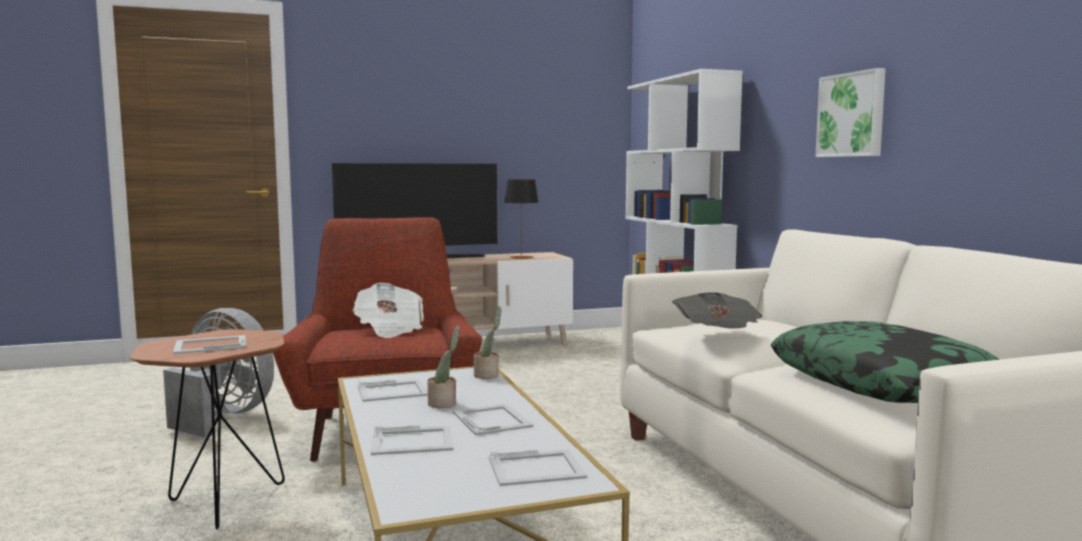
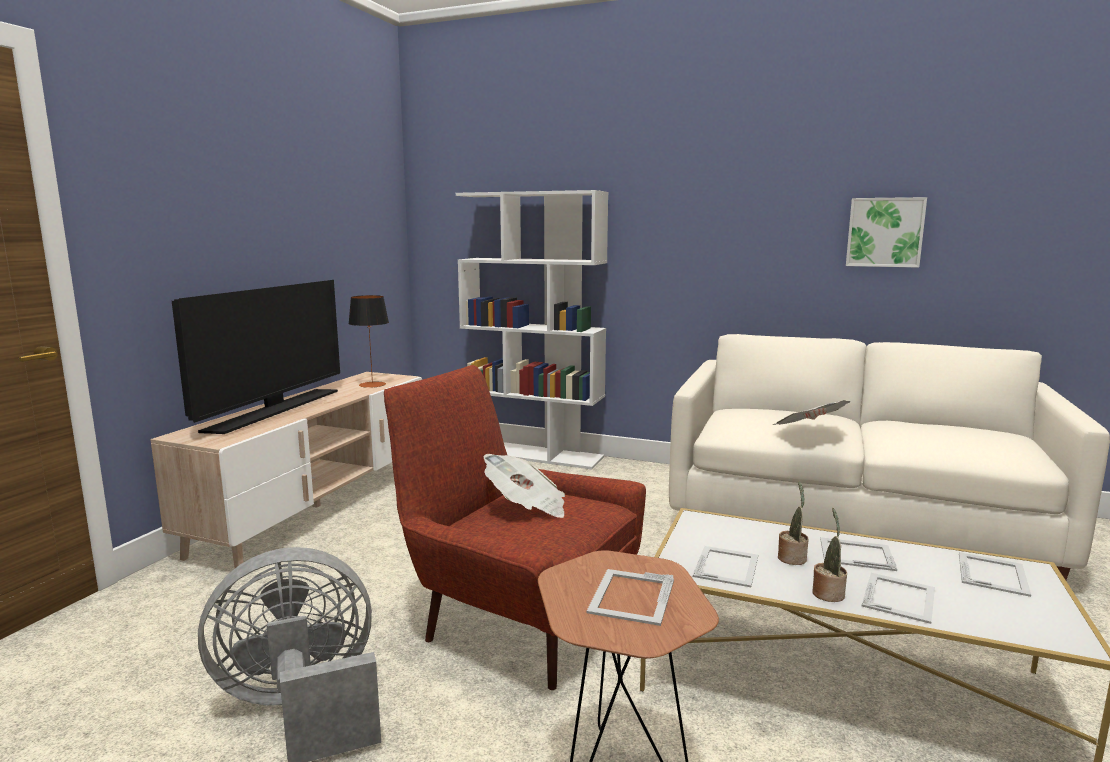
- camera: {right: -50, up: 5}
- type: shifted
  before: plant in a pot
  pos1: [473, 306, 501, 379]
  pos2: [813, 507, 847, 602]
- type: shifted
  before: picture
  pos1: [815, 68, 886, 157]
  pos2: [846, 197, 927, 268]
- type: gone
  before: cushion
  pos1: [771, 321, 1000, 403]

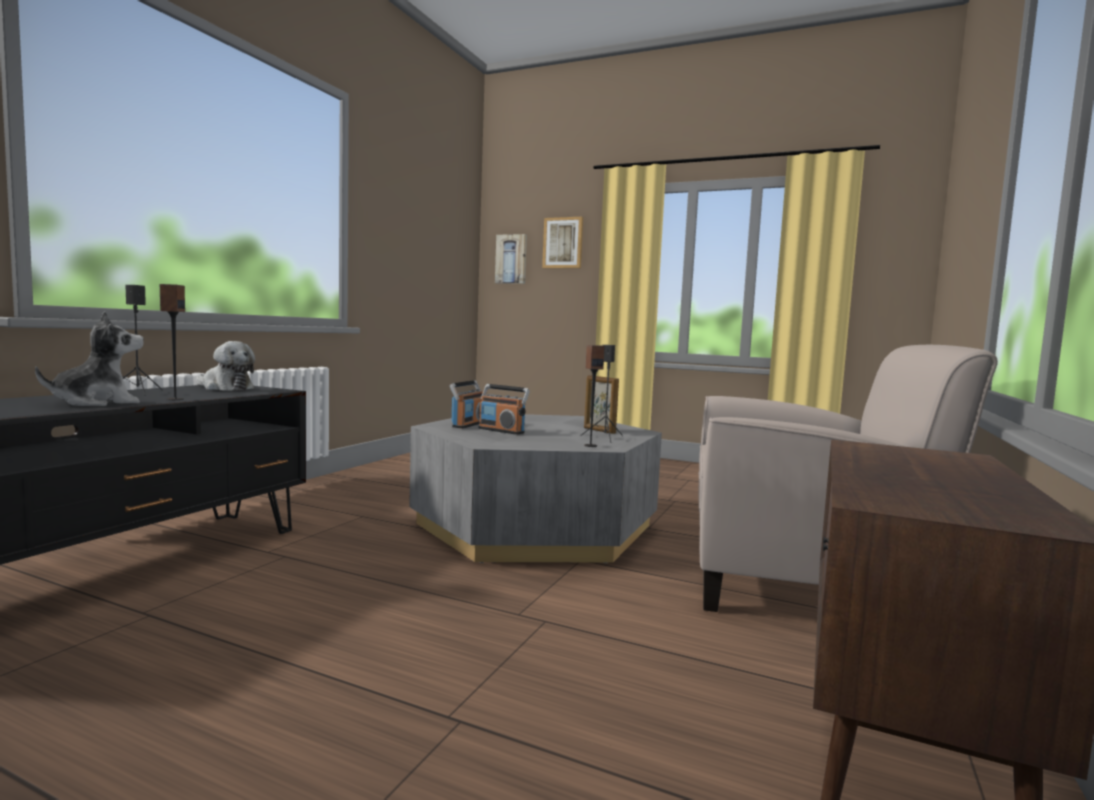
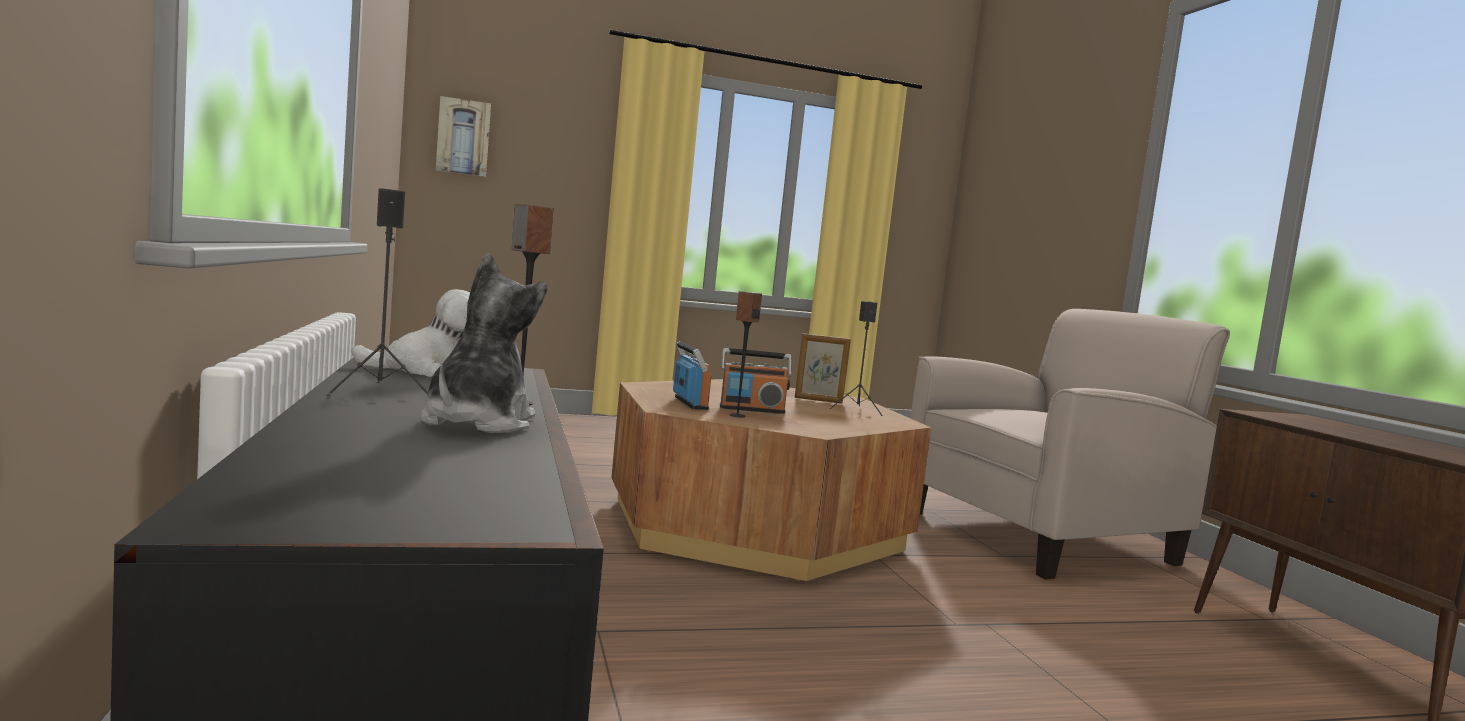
- camera: {right: -40, up: 0}
- type: repainted
  before: grey coffee table
  after: brown coffee table
  pos1: [409, 414, 662, 563]
  pos2: [611, 379, 931, 581]
- type: shifted
  before: audio speaker
  pos1: [584, 345, 605, 447]
  pos2: [730, 291, 762, 417]
- type: gone
  before: picture
  pos1: [542, 217, 583, 268]

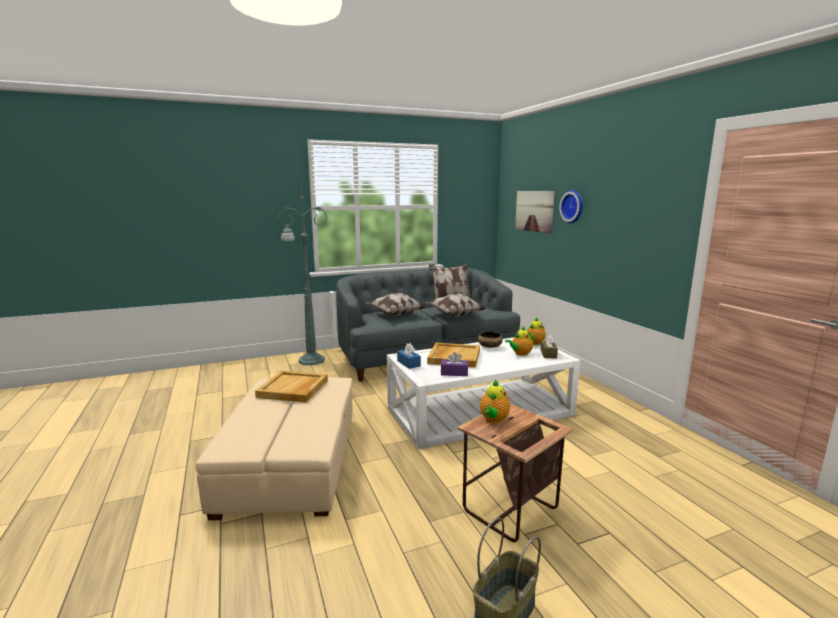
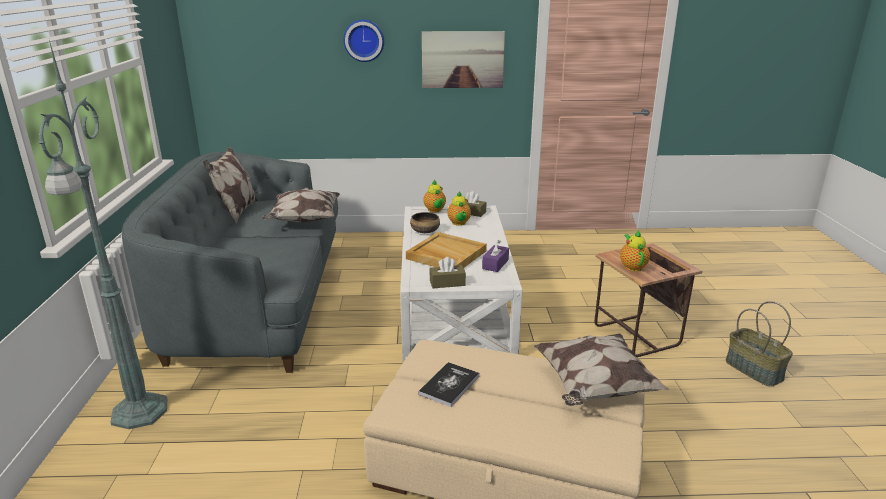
- camera: {right: -70, up: 10}
- type: swapped
  before: beige tray
  after: book
  pos1: [255, 371, 328, 403]
  pos2: [418, 362, 479, 407]
- type: shifted
  before: picture
  pos1: [515, 191, 555, 234]
  pos2: [422, 31, 505, 88]
- type: repainted
  before: bluish tissue holder
  after: brown tissue holder
  pos1: [397, 343, 421, 369]
  pos2: [429, 257, 466, 288]
- type: shifted
  before: cushion
  pos1: [365, 293, 426, 316]
  pos2: [534, 334, 670, 406]
- type: rotated
  before: pot for tea
  pos1: [480, 380, 510, 423]
  pos2: [620, 230, 650, 272]
  turn: -135

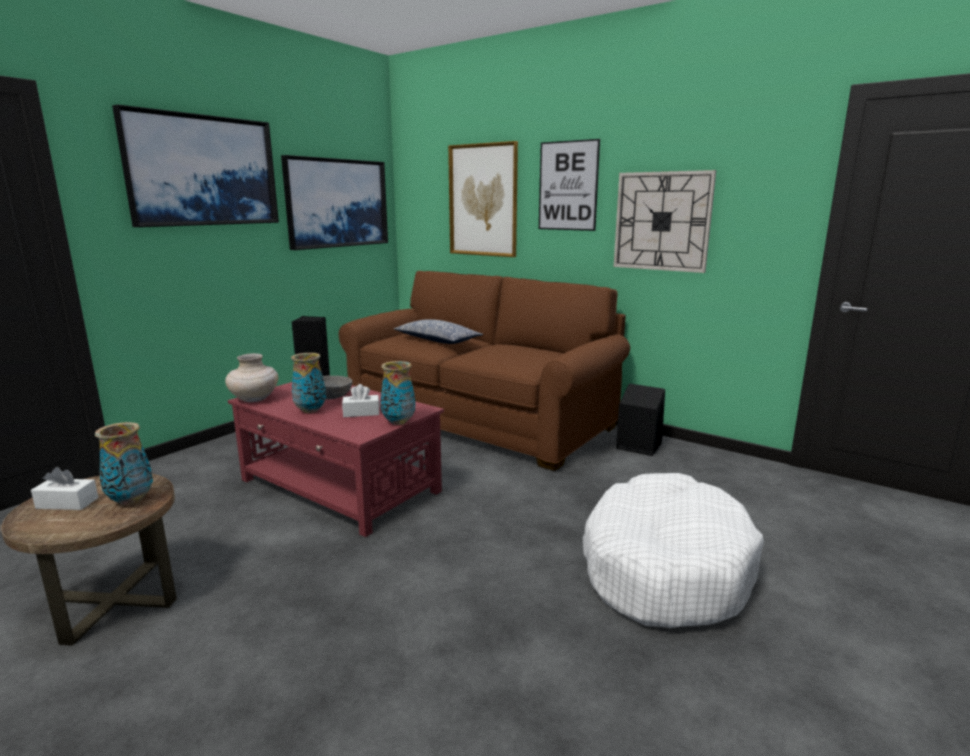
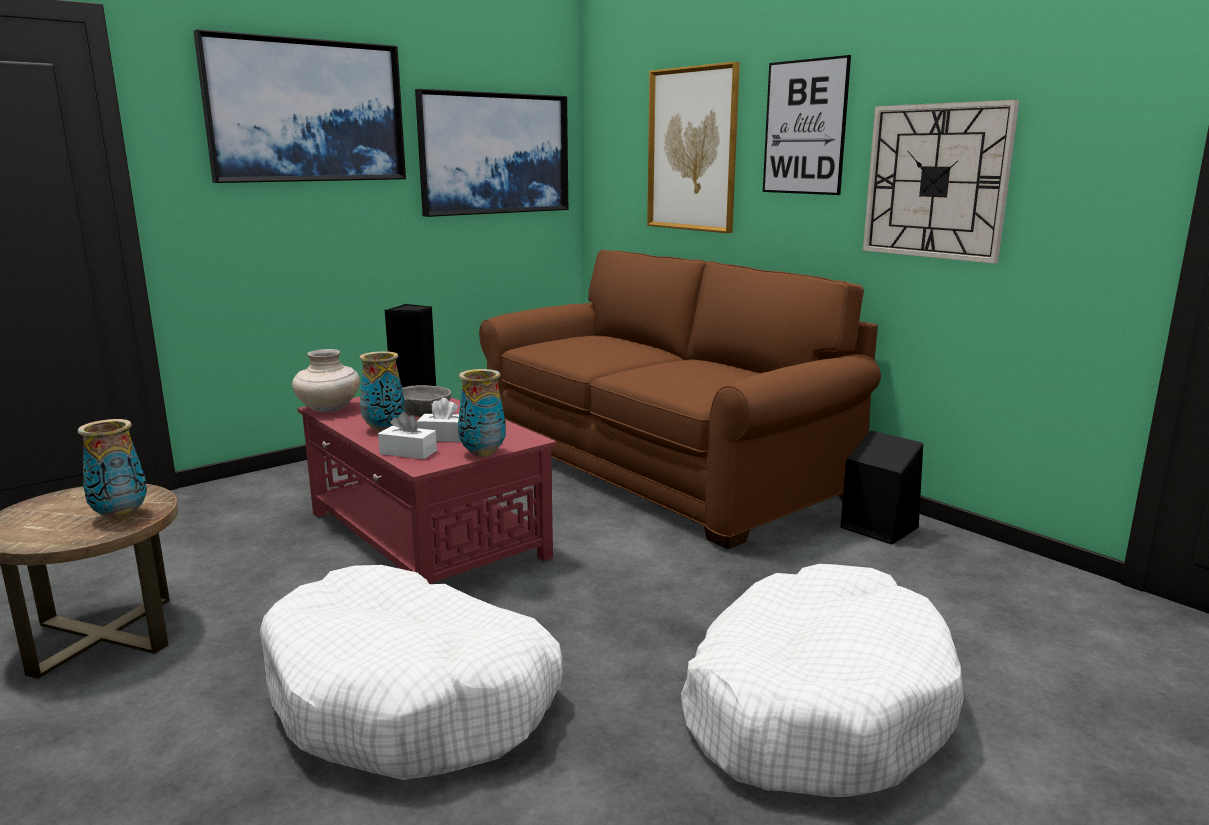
- camera: {right: 15, up: 0}
- type: new
  after: whitish dog cushion
  pos2: [260, 565, 562, 780]
- type: shifted
  before: whitish tissue holder
  pos1: [31, 467, 99, 510]
  pos2: [378, 412, 437, 459]
- type: gone
  before: cushion
  pos1: [394, 319, 483, 344]

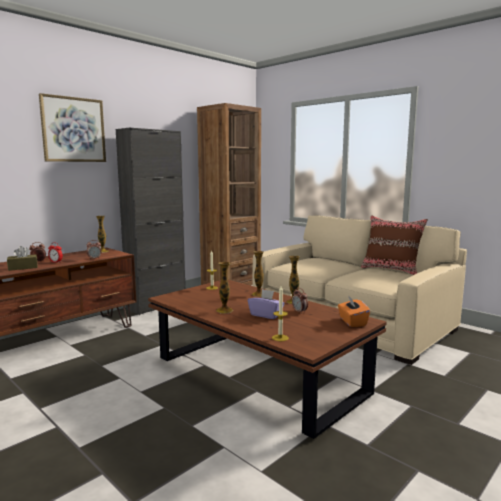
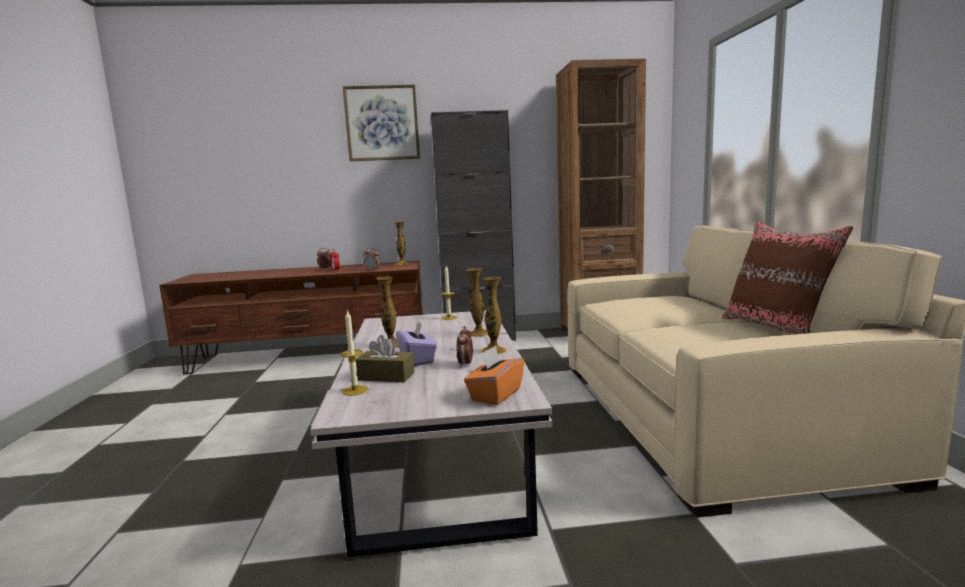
- camera: {right: 40, up: 0}
- type: repainted
  before: brown coffee table
  after: whitish coffee table
  pos1: [148, 280, 387, 439]
  pos2: [310, 310, 552, 557]
- type: shifted
  before: brown tissue holder
  pos1: [7, 246, 38, 271]
  pos2: [356, 335, 415, 382]

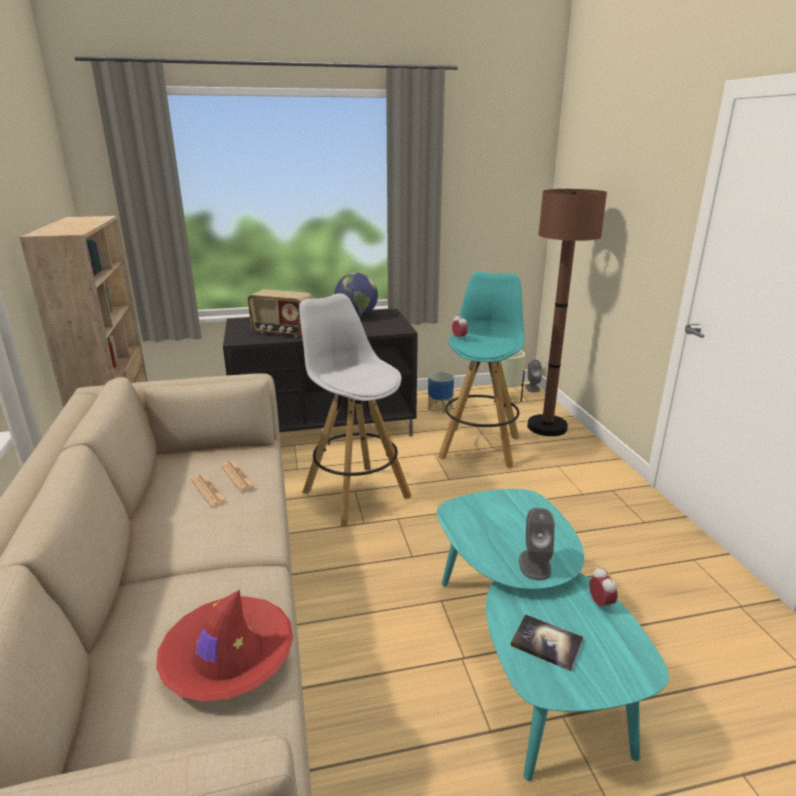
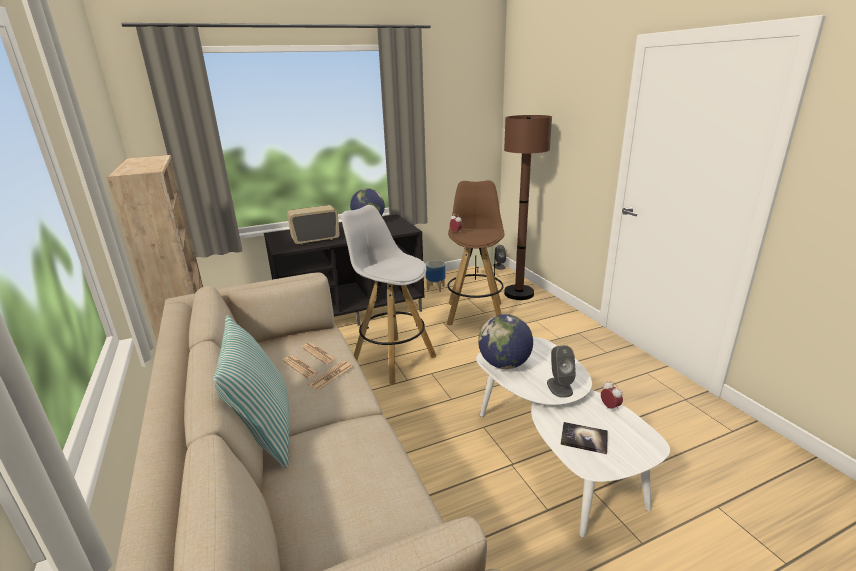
- camera: {right: -10, up: 0}
- type: new
  after: cushion
  pos2: [213, 315, 290, 469]
- type: rotated
  before: radio receiver
  pos1: [248, 289, 312, 337]
  pos2: [287, 205, 340, 245]
  turn: 150
- type: new
  after: daily paper
  pos2: [308, 361, 352, 391]
- type: repainted
  before: turquoise-coloured stool
  after: brown stool
  pos1: [438, 271, 524, 468]
  pos2: [446, 180, 505, 326]
- type: repainted
  before: turquoise-coloured coffee table
  after: whitish coffee table
  pos1: [437, 489, 669, 781]
  pos2: [476, 337, 670, 538]
- type: new
  after: globe
  pos2: [478, 314, 533, 369]
- type: gone
  before: red clothing hat
  pos1: [156, 589, 293, 702]

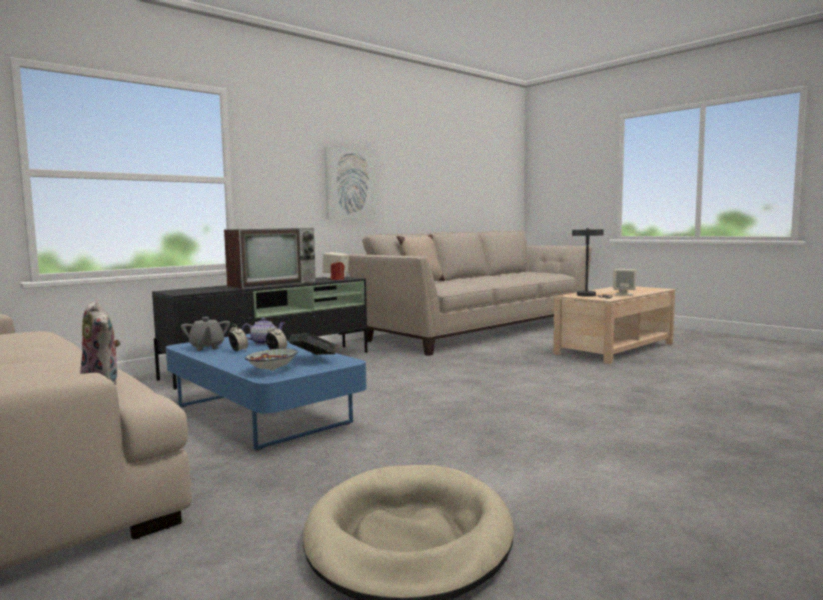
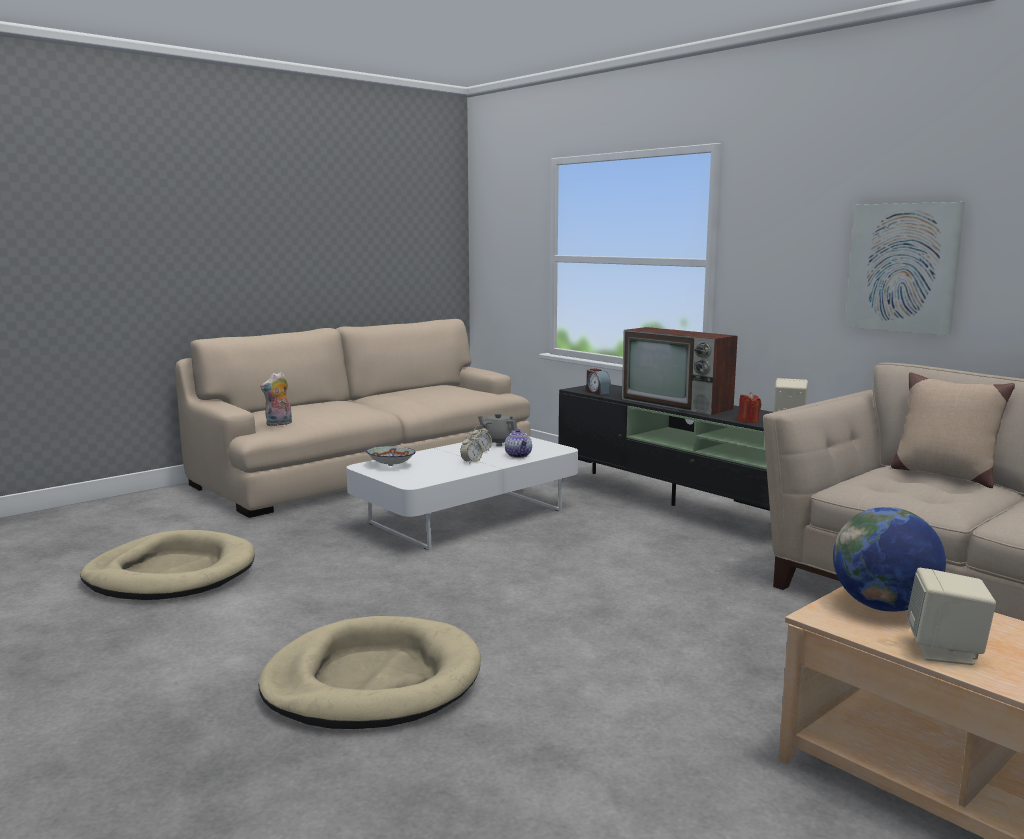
- camera: {right: 90, up: 5}
- type: new
  after: beige dog cushion
  pos2: [259, 616, 481, 729]
- type: repainted
  before: bluish coffee table
  after: whitish coffee table
  pos1: [166, 334, 367, 450]
  pos2: [346, 437, 578, 550]
- type: rotated
  before: grey pot for tea
  pos1: [181, 317, 230, 351]
  pos2: [478, 413, 517, 446]
  turn: 60
- type: new
  after: table clock
  pos2: [587, 368, 611, 395]
- type: swapped
  before: grey table lamp
  after: globe
  pos1: [572, 228, 612, 299]
  pos2: [833, 507, 946, 612]
- type: gone
  before: book
  pos1: [289, 333, 338, 355]

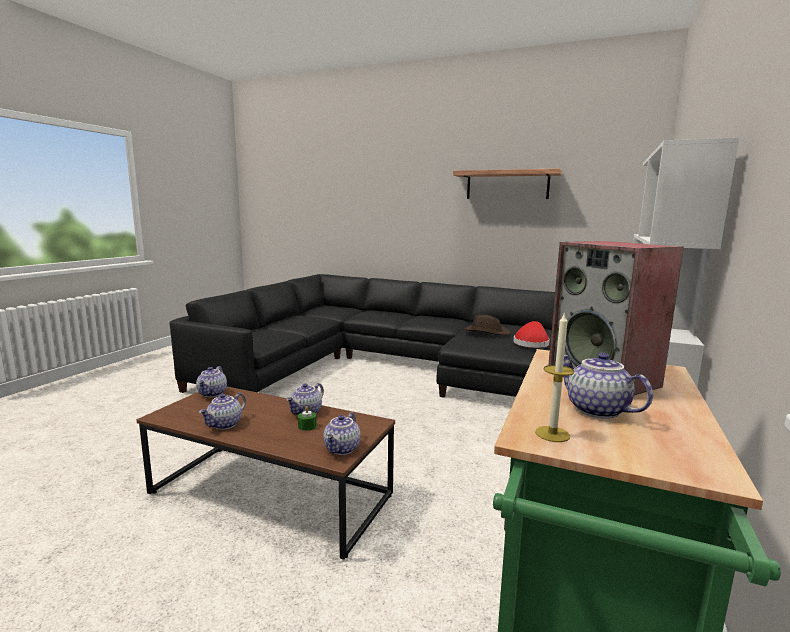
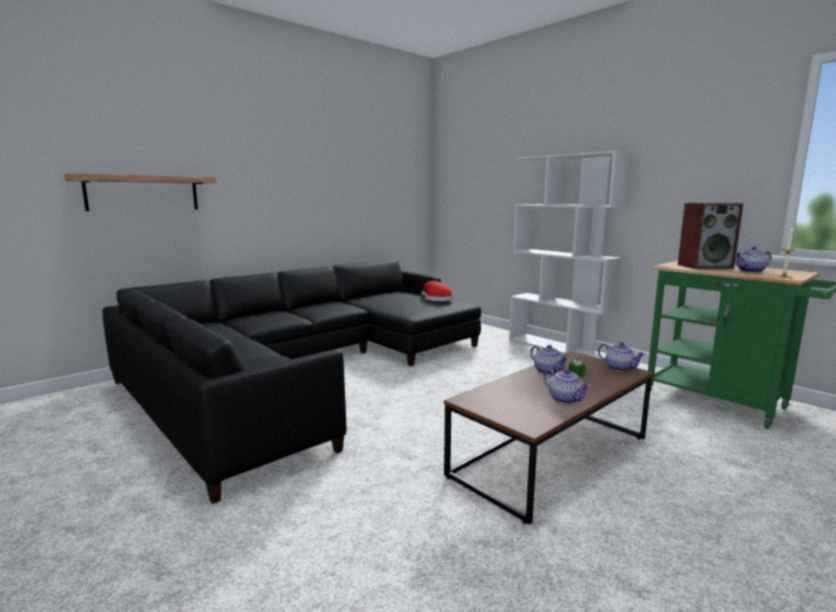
- camera: {right: -65, up: 0}
- type: shifted
  before: wall shelf
  pos1: [453, 168, 562, 199]
  pos2: [64, 173, 216, 211]
- type: gone
  before: pot for tea
  pos1: [196, 366, 227, 397]
- type: gone
  before: brown clothing hat
  pos1: [464, 315, 511, 335]

